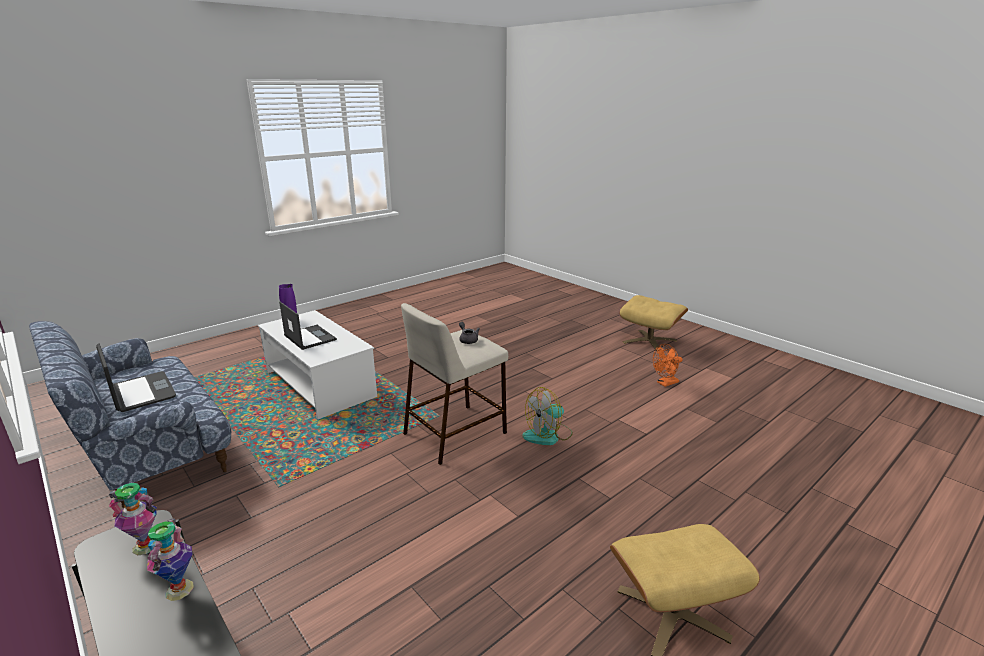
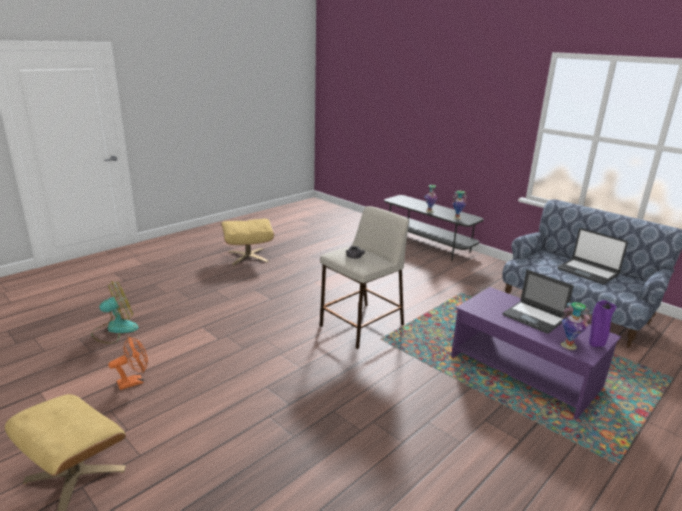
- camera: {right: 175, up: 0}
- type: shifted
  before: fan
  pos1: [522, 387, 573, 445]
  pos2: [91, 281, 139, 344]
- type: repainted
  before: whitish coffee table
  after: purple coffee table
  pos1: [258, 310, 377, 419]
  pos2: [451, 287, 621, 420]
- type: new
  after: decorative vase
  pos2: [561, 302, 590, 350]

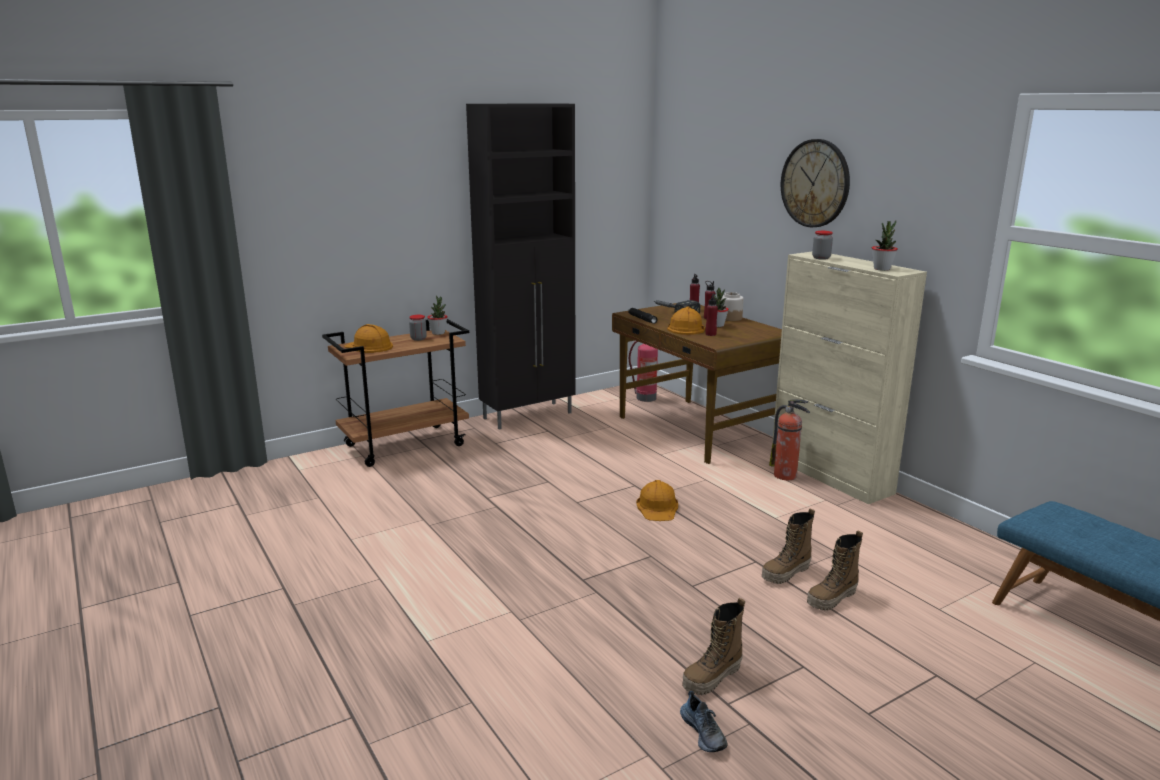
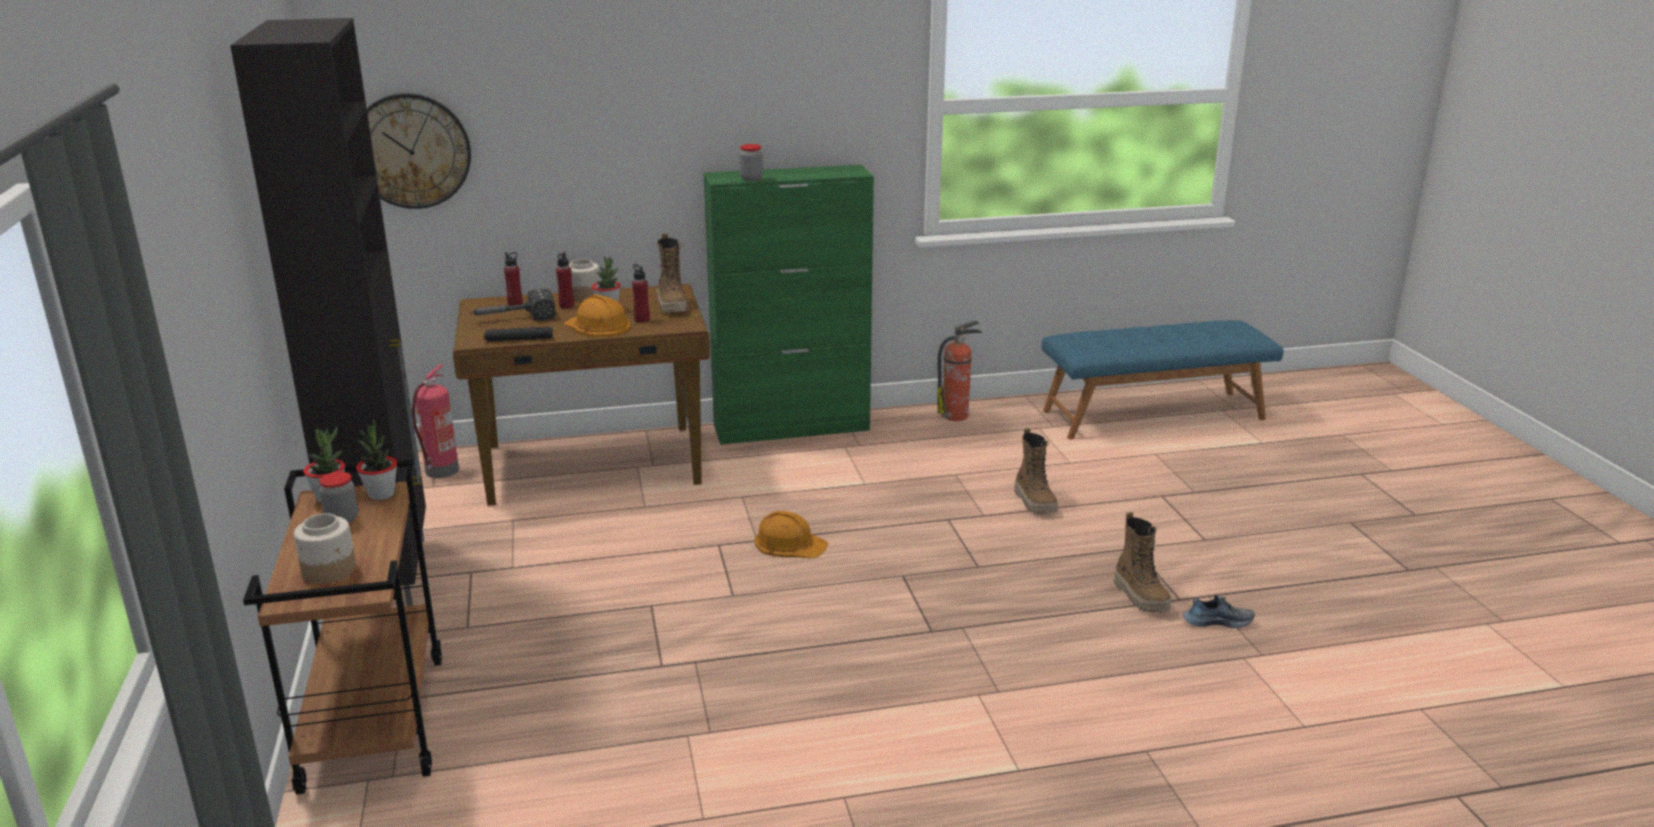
- camera: {right: -70, up: 5}
- type: swapped
  before: orangey work helmet
  after: storage jar
  pos1: [344, 324, 393, 353]
  pos2: [294, 513, 356, 584]
- type: shifted
  before: plant in a pot
  pos1: [872, 221, 898, 271]
  pos2: [356, 419, 397, 500]
- type: shifted
  before: wall clock
  pos1: [781, 139, 850, 227]
  pos2: [367, 93, 471, 209]
- type: shifted
  before: boot
  pos1: [762, 508, 815, 584]
  pos2: [657, 233, 688, 313]
- type: repainted
  before: beige cupboard
  after: green cupboard
  pos1: [772, 252, 927, 504]
  pos2: [704, 165, 874, 445]
- type: shifted
  before: extinguisher
  pos1: [769, 399, 810, 480]
  pos2: [938, 321, 982, 421]

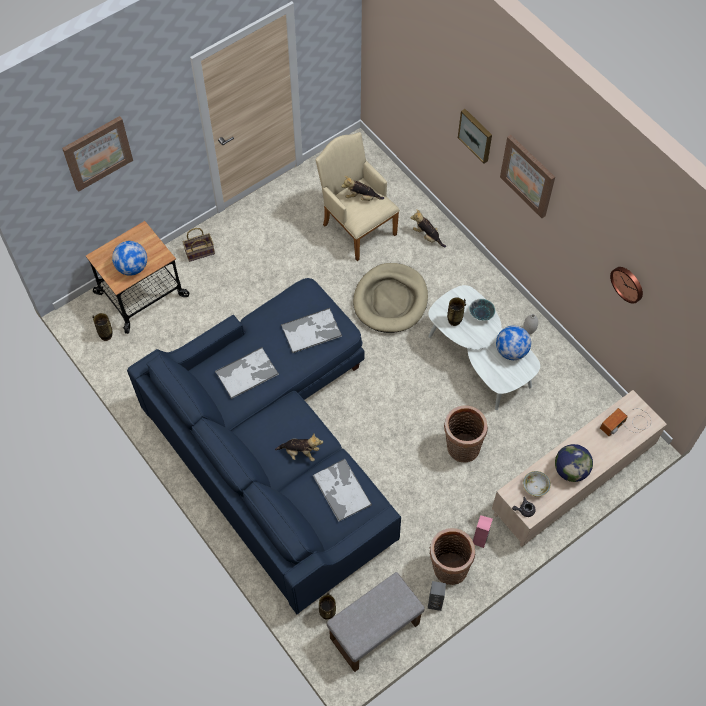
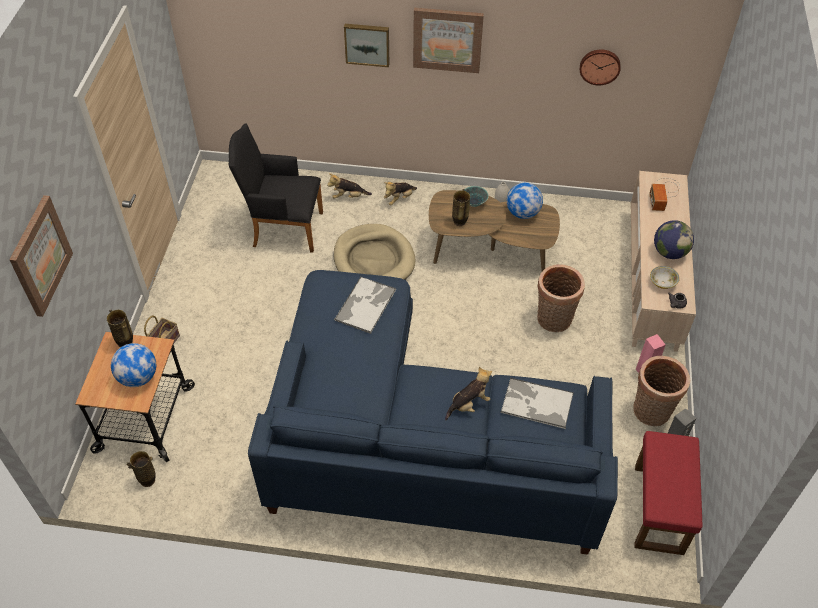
- camera: {right: -45, up: -10}
- type: shifted
  before: decorative vase
  pos1: [319, 592, 336, 620]
  pos2: [107, 310, 133, 347]
- type: repainted
  before: beige lounge chair
  after: blackish lounge chair
  pos1: [316, 132, 400, 261]
  pos2: [229, 124, 323, 253]
- type: shifted
  before: plush toy
  pos1: [341, 176, 384, 201]
  pos2: [384, 182, 417, 205]
- type: repainted
  before: whitish coffee table
  after: brown coffee table
  pos1: [428, 285, 540, 410]
  pos2: [429, 190, 560, 271]
- type: repainted
  before: grey footrest
  after: red footrest
  pos1: [327, 572, 425, 672]
  pos2: [634, 431, 702, 555]
- type: gone
  before: tray
  pos1: [215, 347, 279, 399]

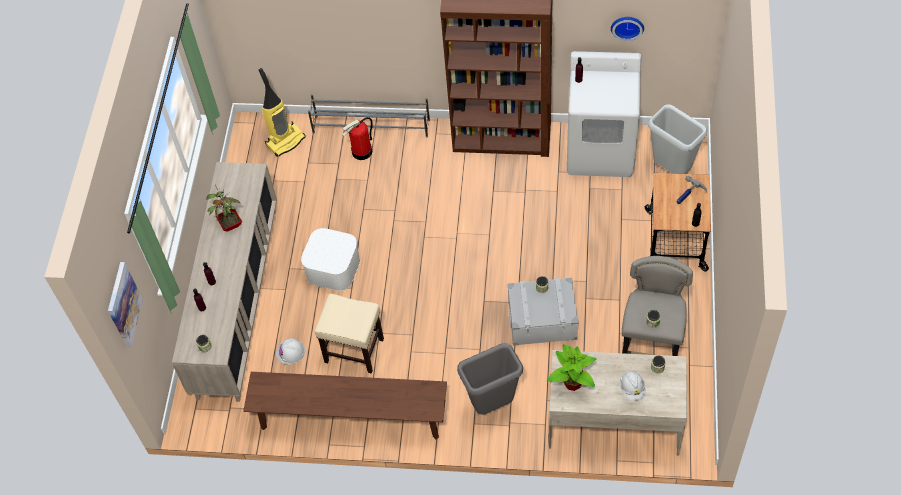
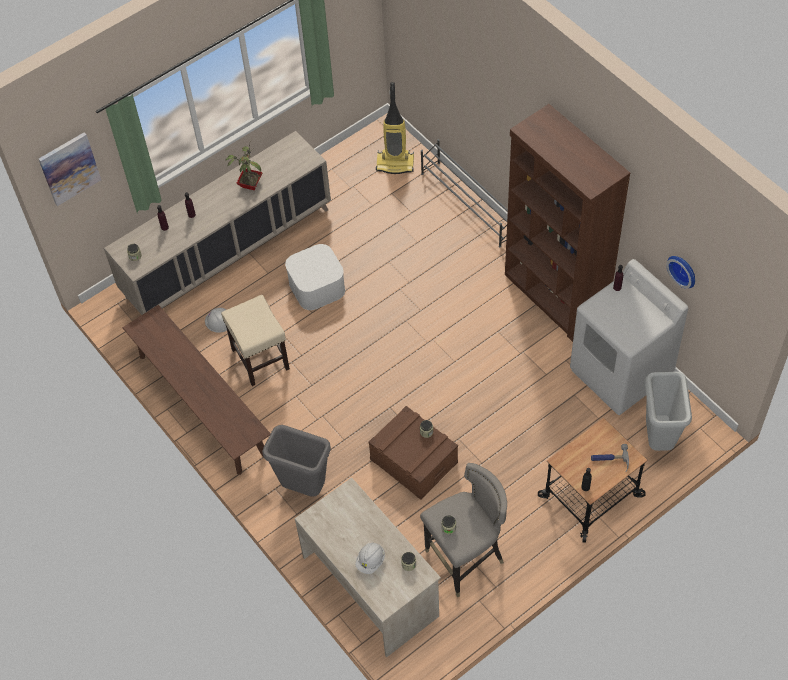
- camera: {right: 45, up: 0}
- type: repainted
  before: grey storage box
  after: brown storage box
  pos1: [507, 277, 579, 346]
  pos2: [368, 406, 458, 500]
- type: gone
  before: extinguisher
  pos1: [342, 117, 372, 160]
- type: gone
  before: plant in a pot
  pos1: [547, 344, 596, 391]

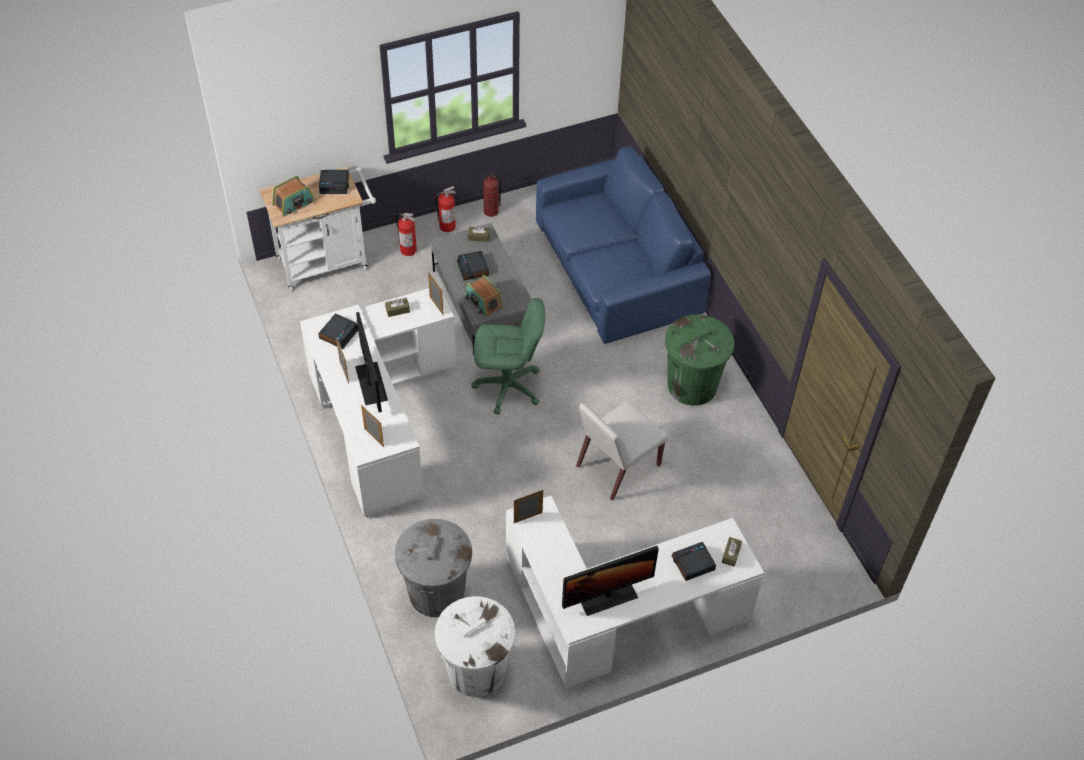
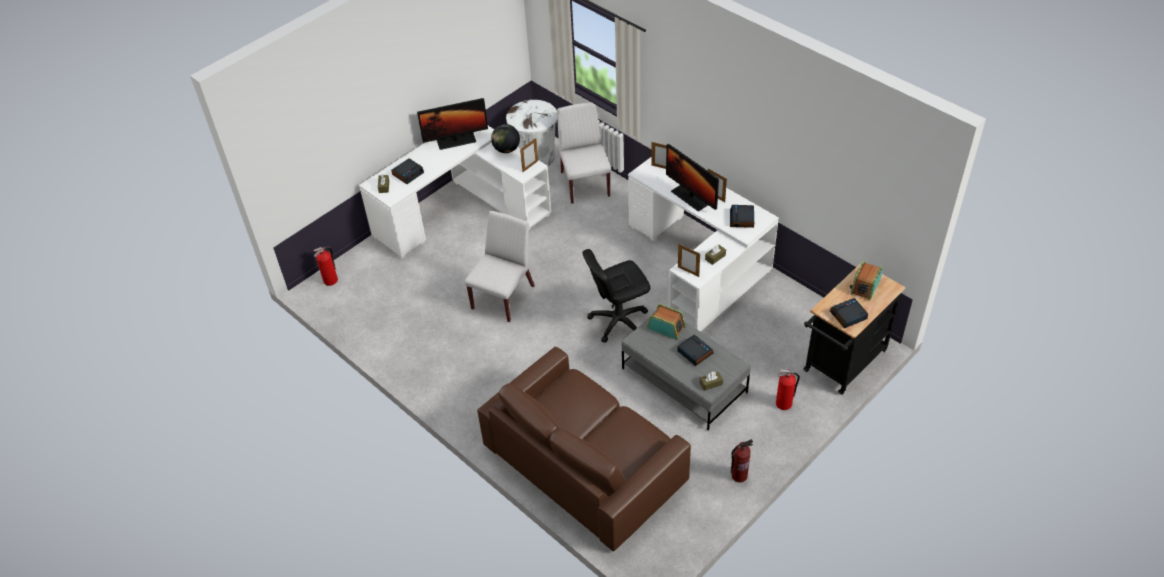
- camera: {right: 160, up: -5}
- type: shifted
  before: extinguisher
  pos1: [435, 186, 456, 232]
  pos2: [314, 247, 338, 286]
- type: rotated
  before: computer display
  pos1: [562, 546, 659, 616]
  pos2: [417, 98, 488, 150]
  turn: -150
- type: repainted
  before: bluish couch
  after: brown couch
  pos1: [536, 146, 711, 344]
  pos2: [477, 347, 691, 551]
- type: new
  after: globe
  pos2: [491, 124, 520, 153]
- type: swapped
  before: grey waste bin
  after: whitish plain chair
  pos1: [395, 519, 472, 617]
  pos2: [557, 102, 611, 204]
- type: repainted
  before: green desk chair
  after: blackish desk chair
  pos1: [471, 298, 545, 415]
  pos2: [582, 249, 650, 343]
- type: repainted
  before: whitish wheeled cart
  after: blackish wheeled cart
  pos1: [259, 167, 376, 291]
  pos2: [803, 263, 906, 394]
- type: gone
  before: green waste bin
  pos1: [665, 314, 734, 406]

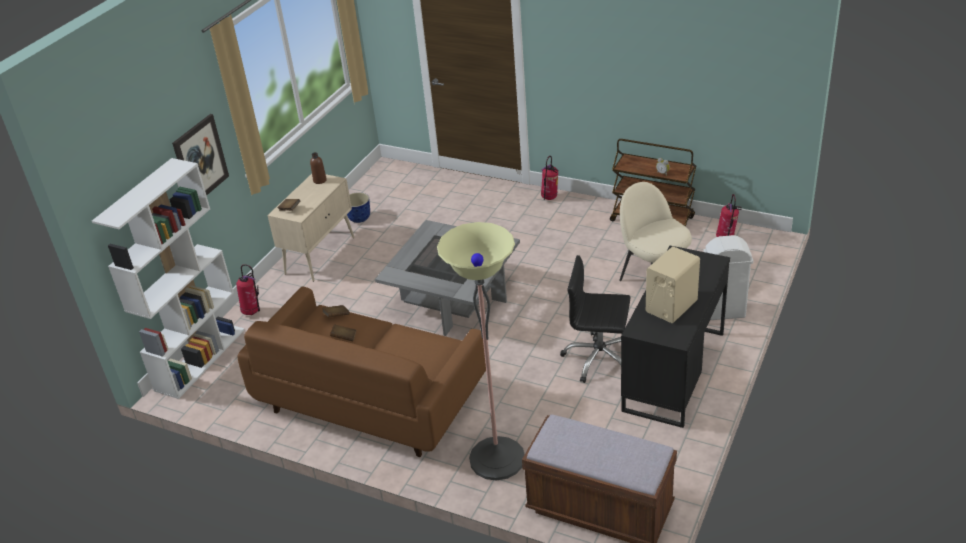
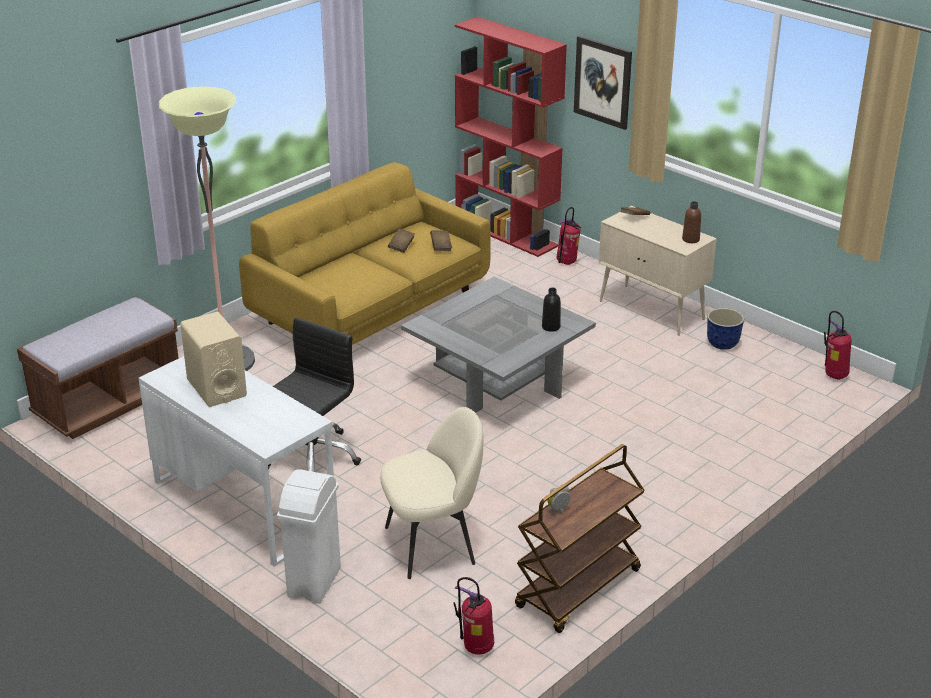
- camera: {right: 105, up: -5}
- type: repainted
  before: blackish desk unit
  after: whitish desk unit
  pos1: [621, 246, 730, 428]
  pos2: [139, 356, 334, 567]
- type: repainted
  before: brown couch
  after: yellow-coloured couch
  pos1: [237, 286, 486, 457]
  pos2: [239, 162, 491, 345]
- type: repainted
  before: whitish bookcase
  after: red bookcase
  pos1: [92, 158, 244, 399]
  pos2: [455, 17, 567, 257]
- type: new
  after: blackish drink bottle
  pos2: [542, 288, 561, 332]
- type: shifted
  before: extinguisher
  pos1: [541, 156, 559, 200]
  pos2: [824, 311, 852, 379]

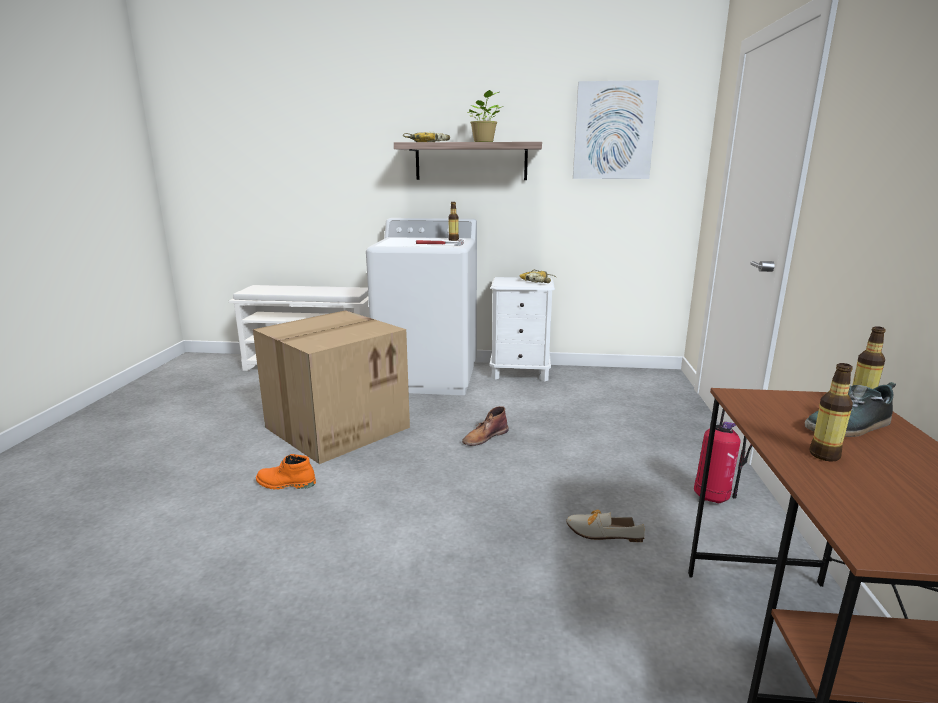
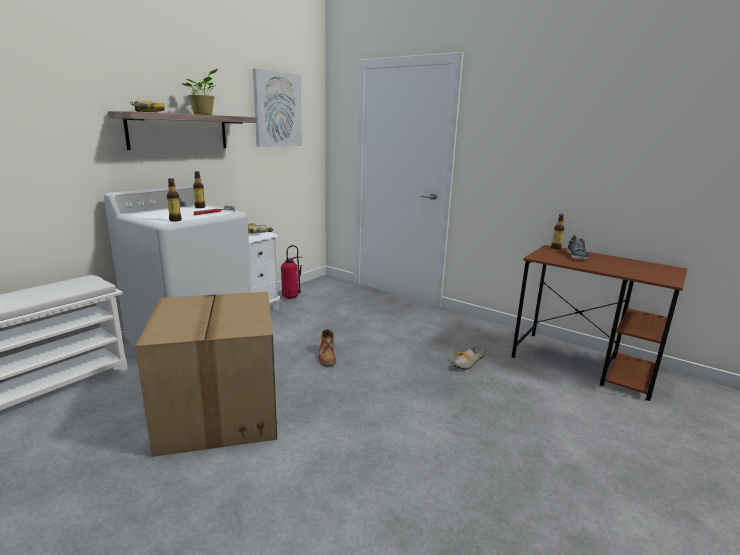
- camera: {right: -60, up: 0}
- type: shifted
  before: drink bottle
  pos1: [809, 363, 853, 462]
  pos2: [167, 178, 182, 222]
- type: shifted
  before: extinguisher
  pos1: [694, 409, 752, 503]
  pos2: [281, 245, 302, 299]
- type: gone
  before: orangey boot
  pos1: [256, 454, 316, 489]

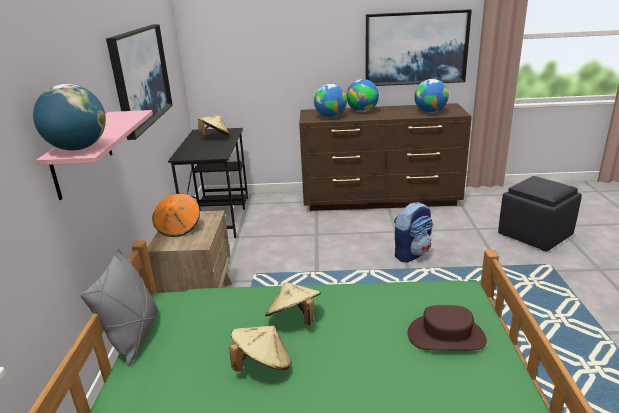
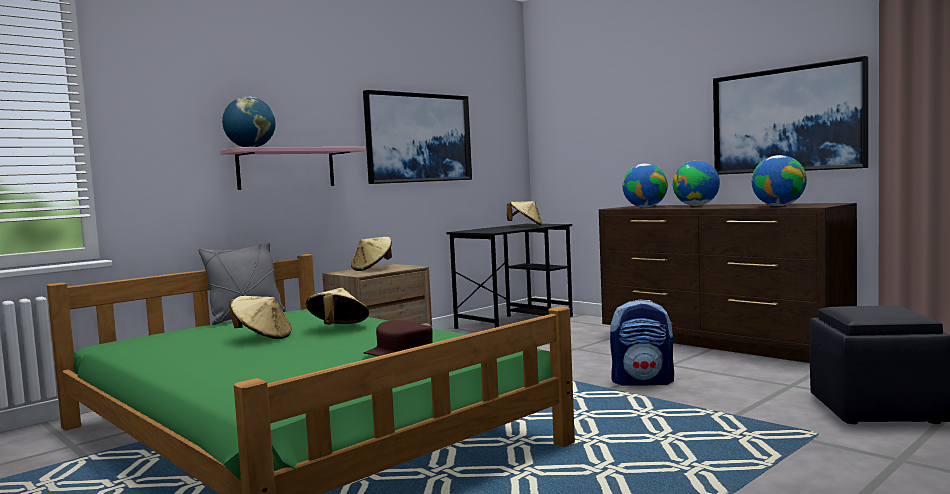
- camera: {right: 45, up: -20}
- type: repainted
  before: orangey clothing hat
  after: beige clothing hat
  pos1: [152, 194, 200, 237]
  pos2: [351, 237, 392, 271]

